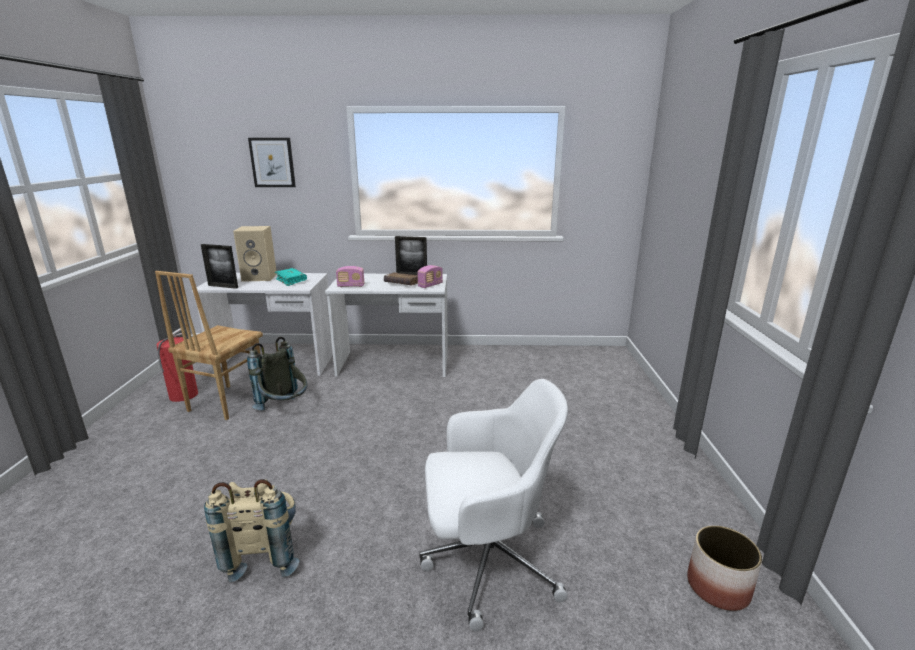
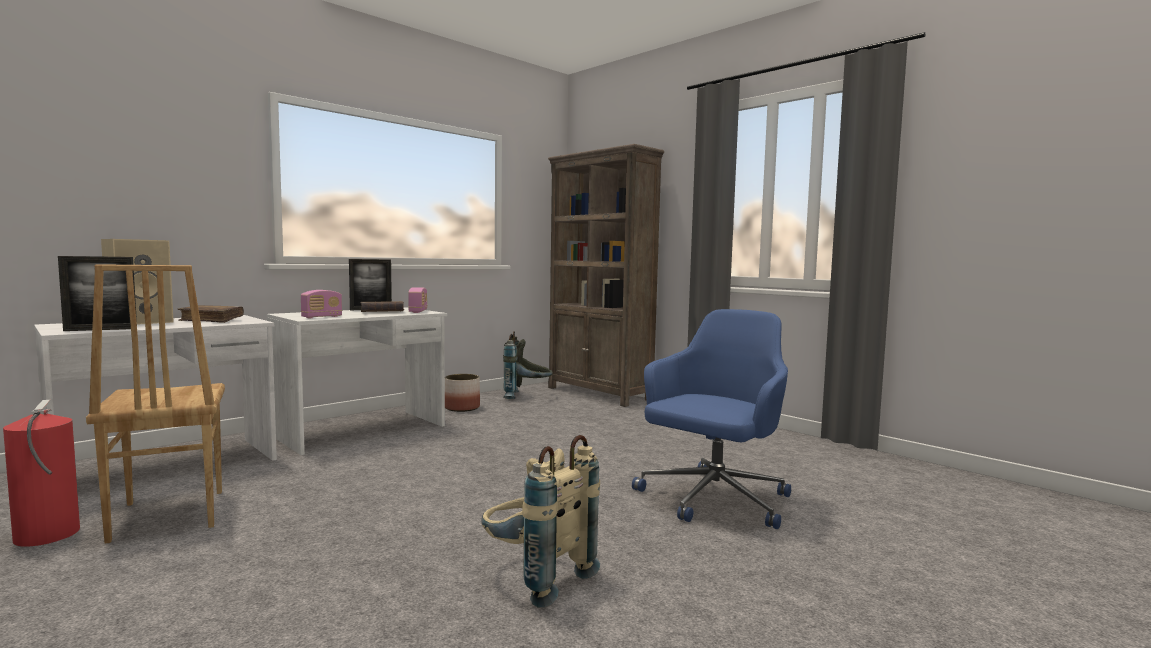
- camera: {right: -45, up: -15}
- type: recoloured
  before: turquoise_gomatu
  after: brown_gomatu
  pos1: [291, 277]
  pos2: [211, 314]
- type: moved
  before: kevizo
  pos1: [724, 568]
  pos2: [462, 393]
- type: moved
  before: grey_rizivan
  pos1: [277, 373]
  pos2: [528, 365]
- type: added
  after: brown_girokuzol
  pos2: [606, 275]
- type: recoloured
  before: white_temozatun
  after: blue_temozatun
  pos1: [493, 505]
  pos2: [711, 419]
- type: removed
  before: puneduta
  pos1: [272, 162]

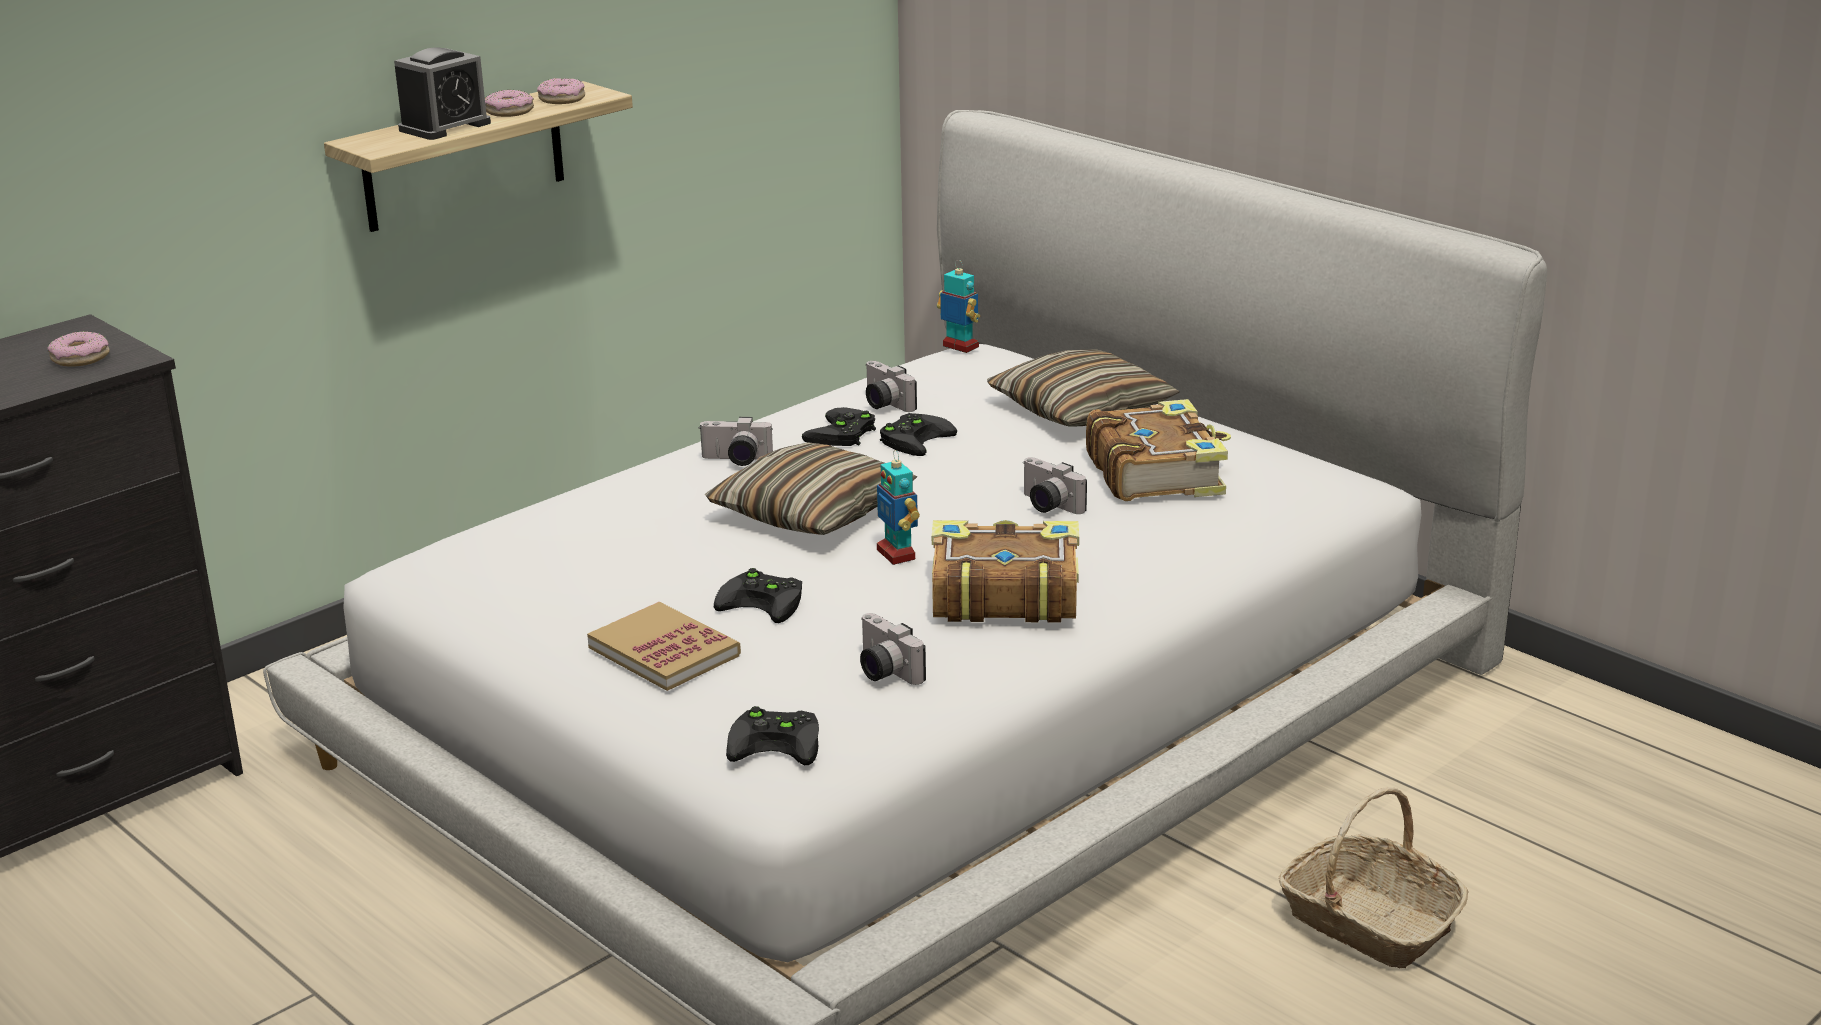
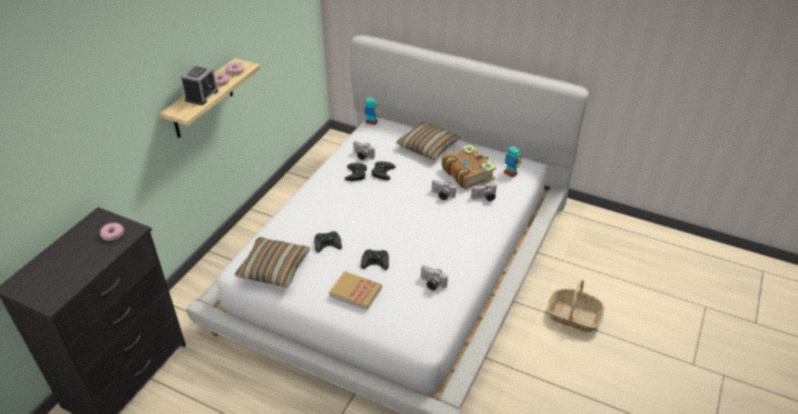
- camera: {right: -20, up: 15}
- type: moved
  before: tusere
  pos1: [811, 488]
  pos2: [272, 262]
- type: moved
  before: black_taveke
  pos1: [772, 735]
  pos2: [328, 242]
- type: moved
  before: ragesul
  pos1: [736, 441]
  pos2: [484, 191]
- type: moved
  before: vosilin
  pos1: [898, 507]
  pos2: [512, 162]
- type: removed
  before: gomatu
  pos1: [1005, 571]

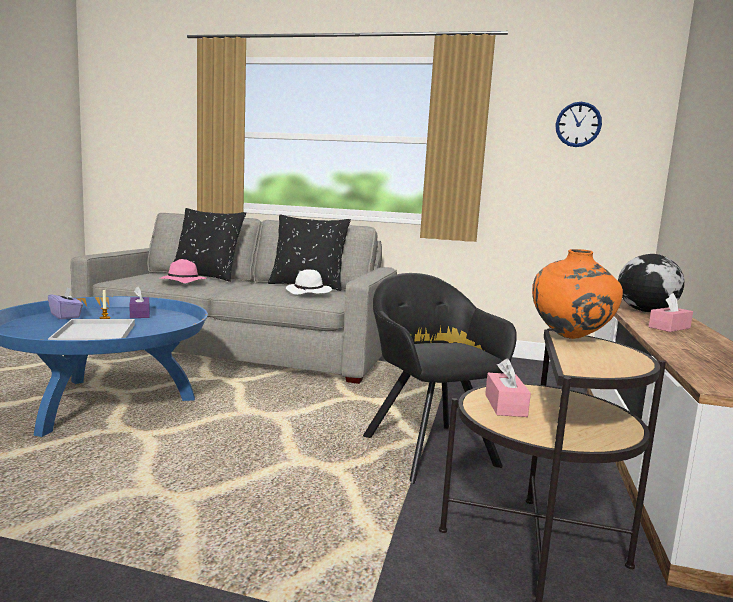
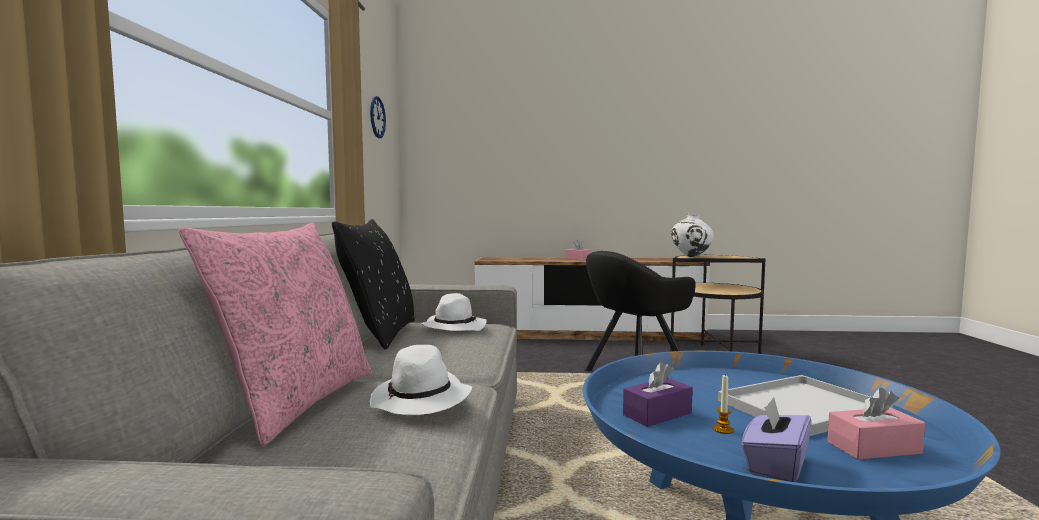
- camera: {right: -100, up: -5}
- type: recoloured
  before: black_tusere
  after: pink_tusere
  pos1: [210, 245]
  pos2: [275, 334]
- type: recoloured
  before: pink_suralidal
  after: white_suralidal
  pos1: [183, 271]
  pos2: [421, 380]
- type: recoloured
  before: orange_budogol
  after: white_budogol
  pos1: [577, 294]
  pos2: [692, 235]
- type: moved
  before: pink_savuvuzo
  pos1: [508, 387]
  pos2: [876, 423]
- type: removed
  before: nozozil
  pos1: [651, 283]

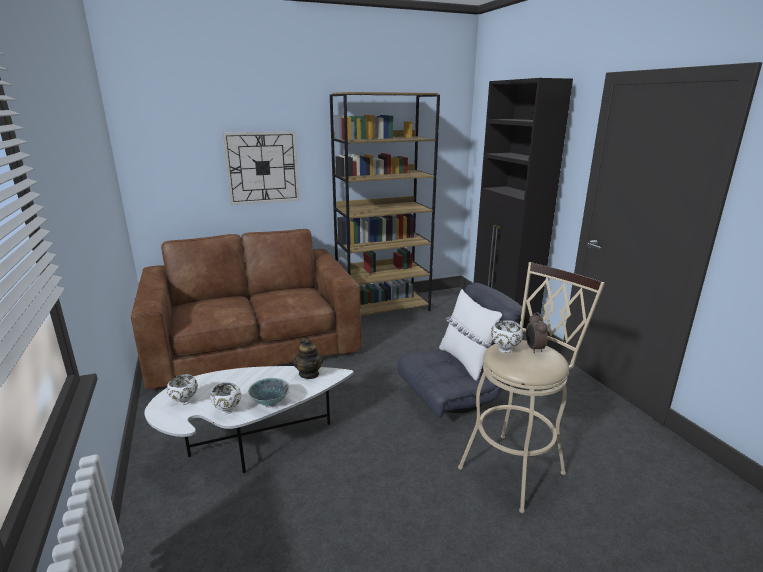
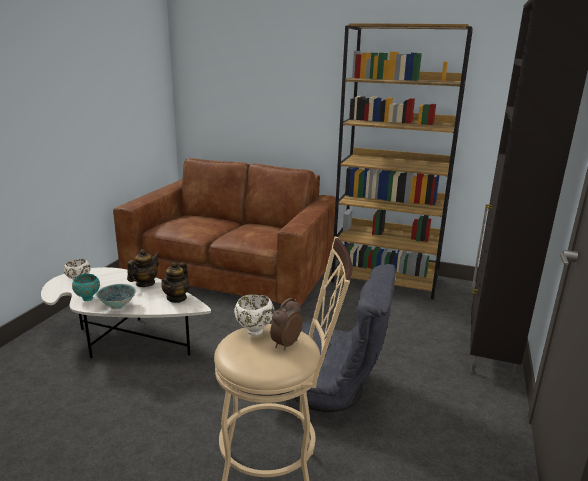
- camera: {right: 40, up: 0}
- type: recoloured
  before: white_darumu
  after: turquoise_darumu
  pos1: [225, 398]
  pos2: [86, 287]
- type: added
  after: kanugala
  pos2: [143, 268]
- type: removed
  before: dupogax
  pos1: [261, 168]
- type: removed
  before: white_tusere
  pos1: [470, 335]

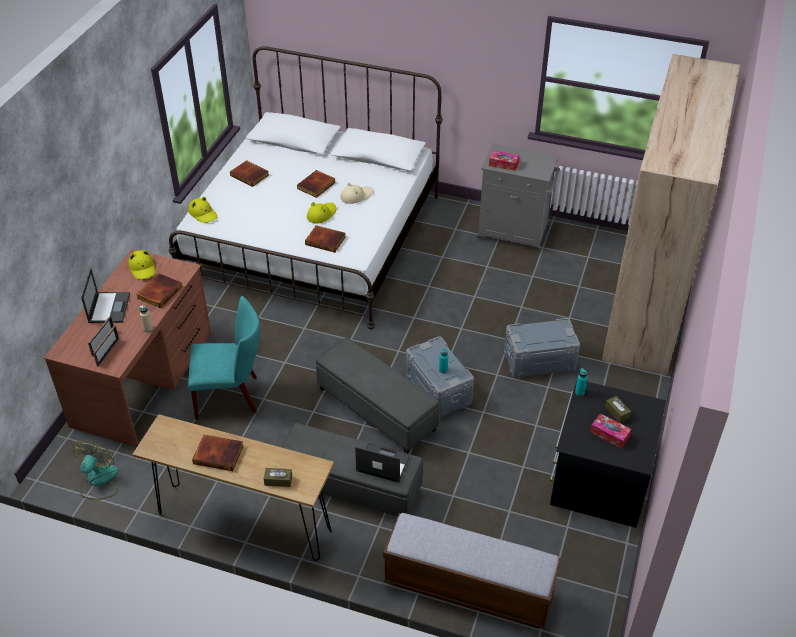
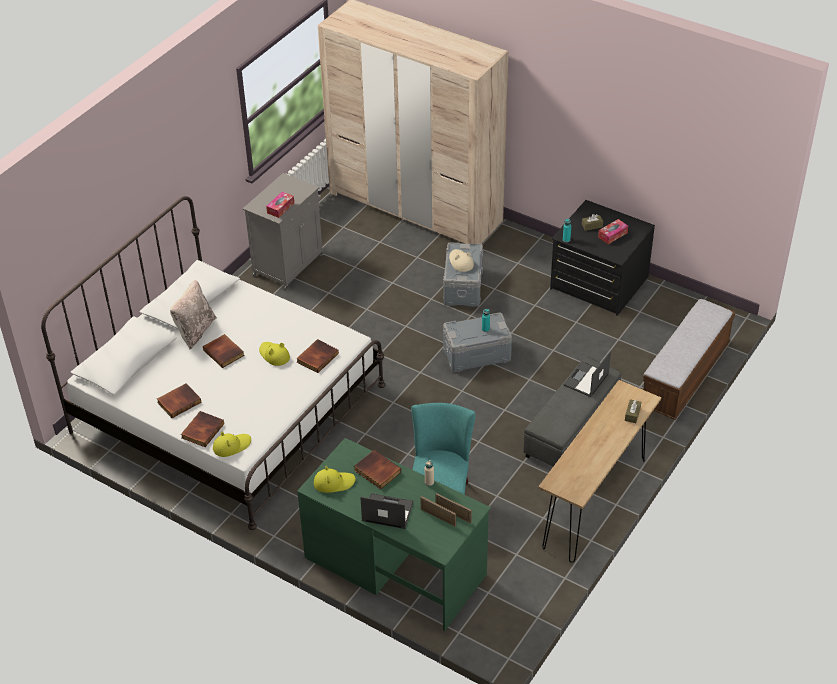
- camera: {right: -75, up: 0}
- type: added
  after: beige_tusere
  pos2: [193, 315]
- type: moved
  before: gomatu
  pos1: [218, 453]
  pos2: [202, 429]
- type: recoloured
  before: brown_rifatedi
  after: green_rifatedi
  pos1: [128, 348]
  pos2: [394, 534]
- type: moved
  before: beige_suralidal
  pos1: [356, 193]
  pos2: [461, 260]
- type: removed
  before: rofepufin
  pos1: [95, 470]
- type: removed
  before: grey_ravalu
  pos1: [378, 395]

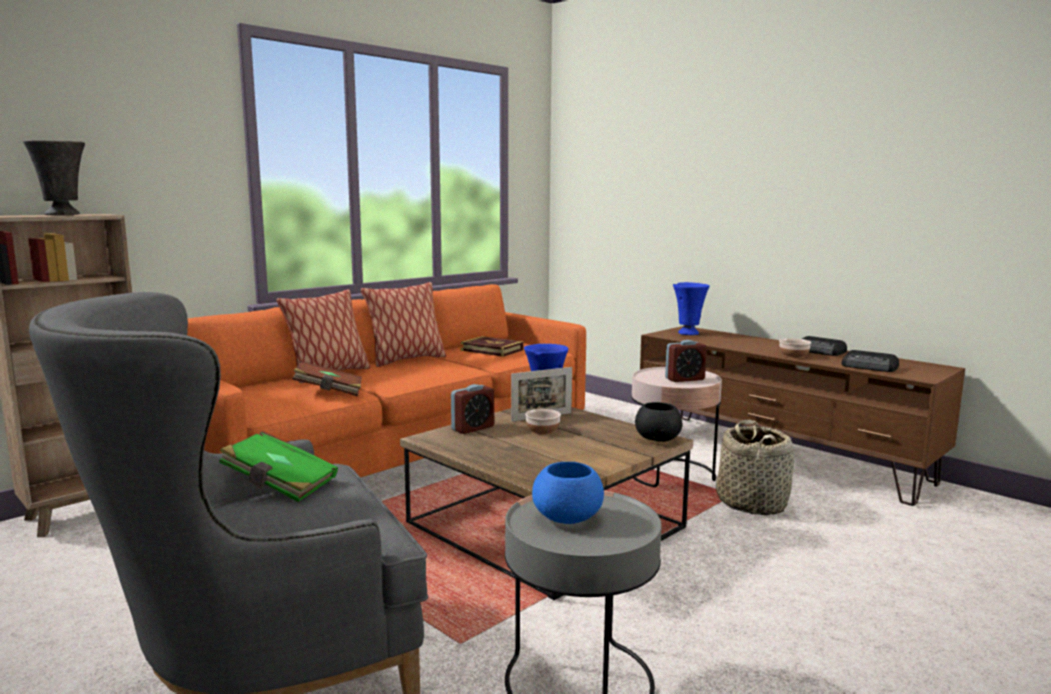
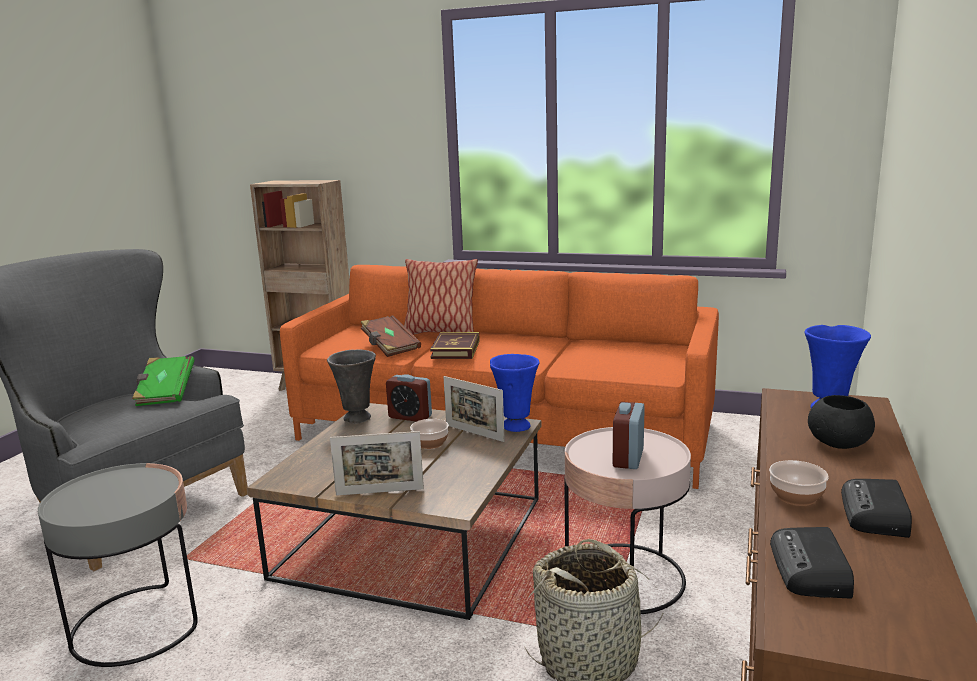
- camera: {right: 65, up: 5}
- type: moved
  before: grey_budogol
  pos1: [54, 178]
  pos2: [351, 386]
- type: added
  after: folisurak
  pos2: [377, 463]
- type: moved
  before: gomatu
  pos1: [492, 346]
  pos2: [455, 345]
- type: turned
  before: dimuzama
  pos1: [686, 361]
  pos2: [629, 435]
  turn: 60
- type: moved
  before: black_darumu
  pos1: [658, 422]
  pos2: [841, 422]
- type: removed
  before: tusere
  pos1: [403, 324]
- type: removed
  before: blue_darumu
  pos1: [568, 493]

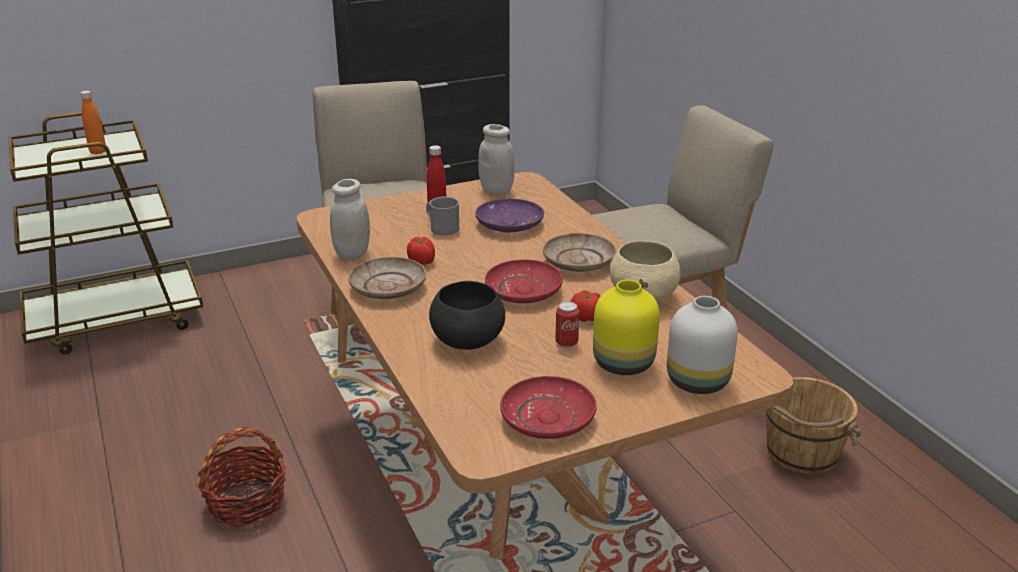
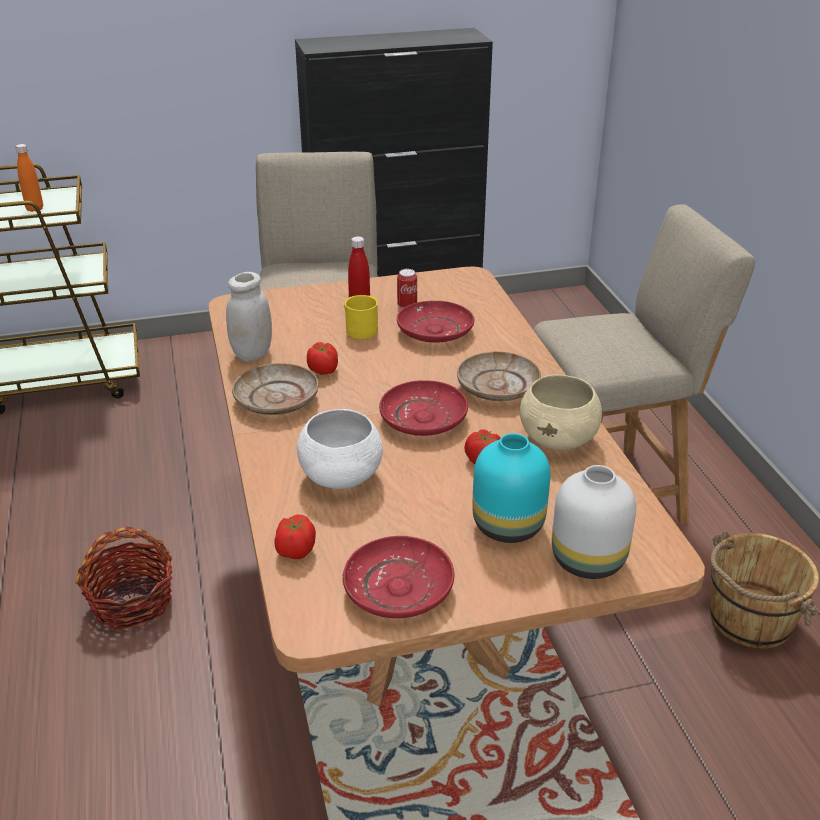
- camera: {right: 10, up: 5}
- type: added
  after: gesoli
  pos2: [295, 537]
- type: recoloured
  before: black_darumu
  after: white_darumu
  pos1: [467, 315]
  pos2: [340, 449]
- type: recoloured
  before: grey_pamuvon
  after: yellow_pamuvon
  pos1: [442, 215]
  pos2: [361, 317]
- type: moved
  before: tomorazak
  pos1: [567, 324]
  pos2: [407, 289]
- type: recoloured
  before: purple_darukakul
  after: red_darukakul
  pos1: [509, 215]
  pos2: [435, 322]
- type: recoloured
  before: yellow_budogol
  after: turquoise_budogol
  pos1: [626, 327]
  pos2: [511, 488]
- type: removed
  before: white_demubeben
  pos1: [496, 159]

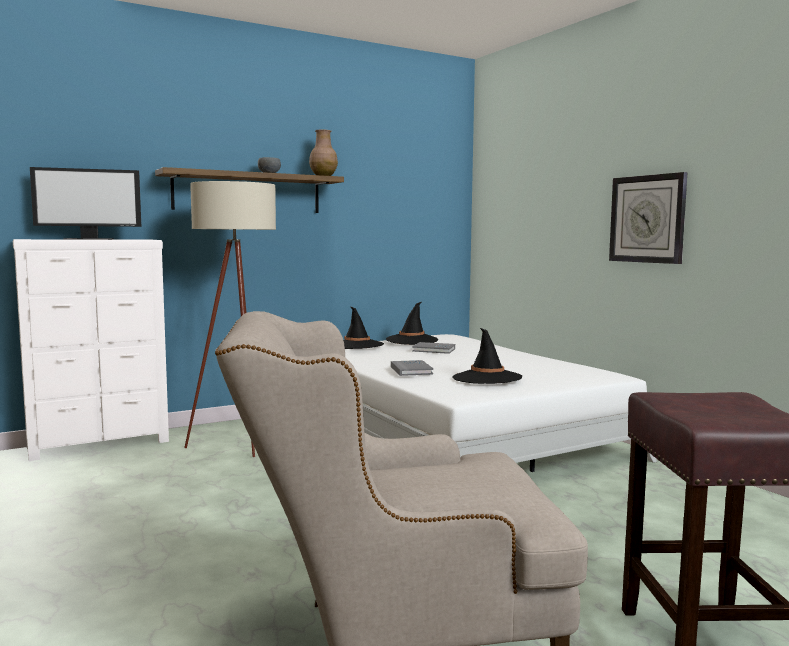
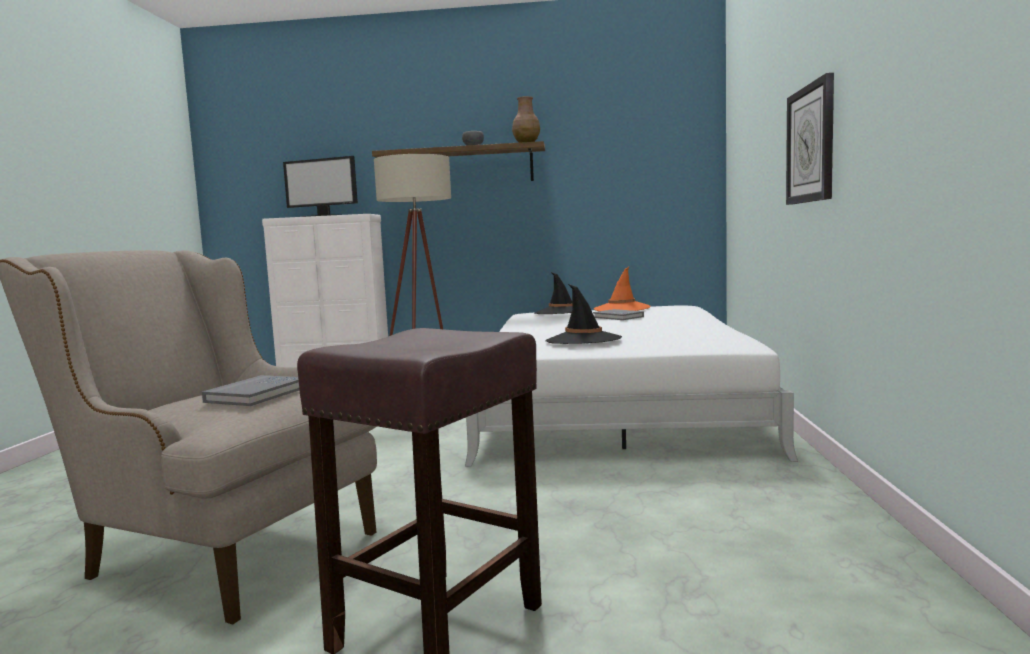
- camera: {right: 35, up: 0}
- type: moved
  before: grey_gomatu
  pos1: [412, 368]
  pos2: [250, 390]
- type: recoloured
  before: black_suralidal
  after: orange_suralidal
  pos1: [412, 323]
  pos2: [622, 289]

